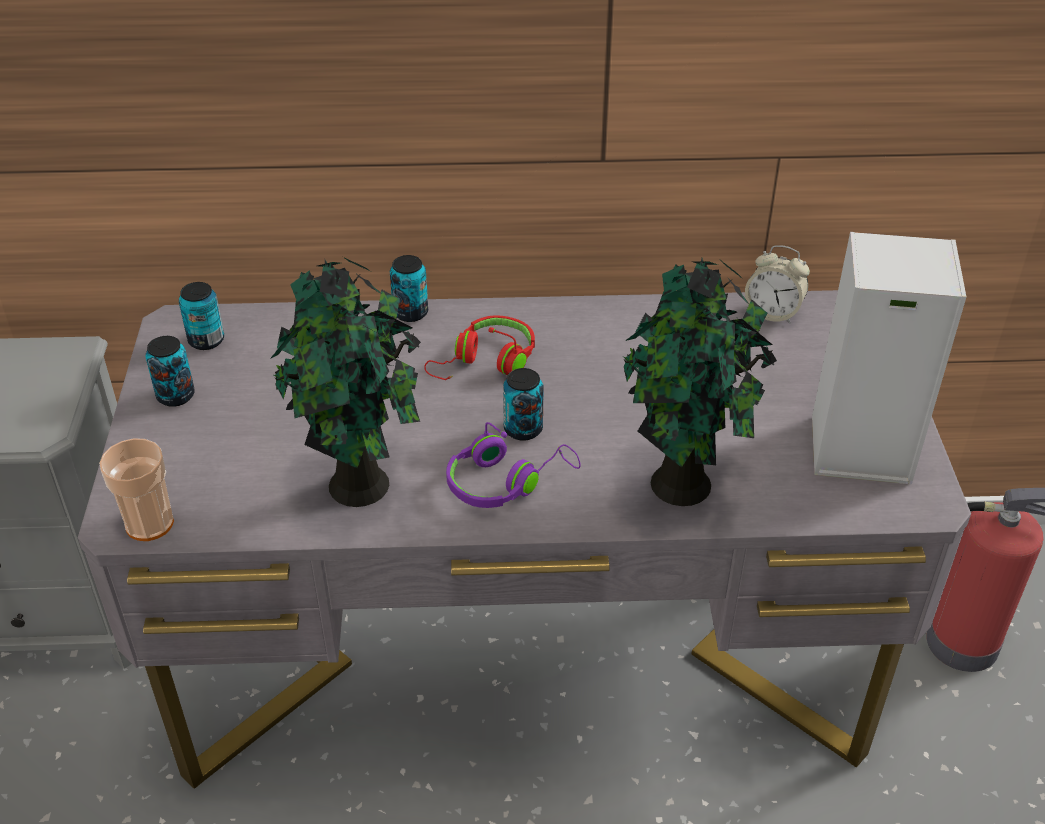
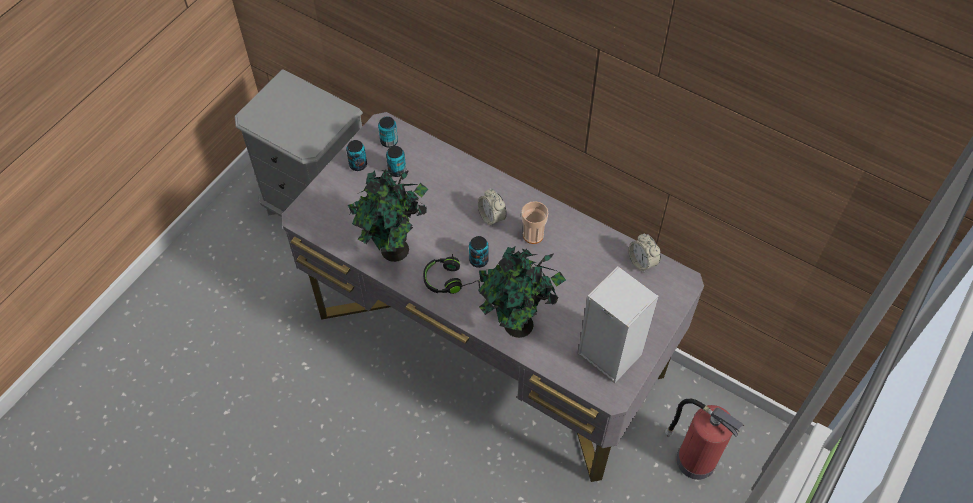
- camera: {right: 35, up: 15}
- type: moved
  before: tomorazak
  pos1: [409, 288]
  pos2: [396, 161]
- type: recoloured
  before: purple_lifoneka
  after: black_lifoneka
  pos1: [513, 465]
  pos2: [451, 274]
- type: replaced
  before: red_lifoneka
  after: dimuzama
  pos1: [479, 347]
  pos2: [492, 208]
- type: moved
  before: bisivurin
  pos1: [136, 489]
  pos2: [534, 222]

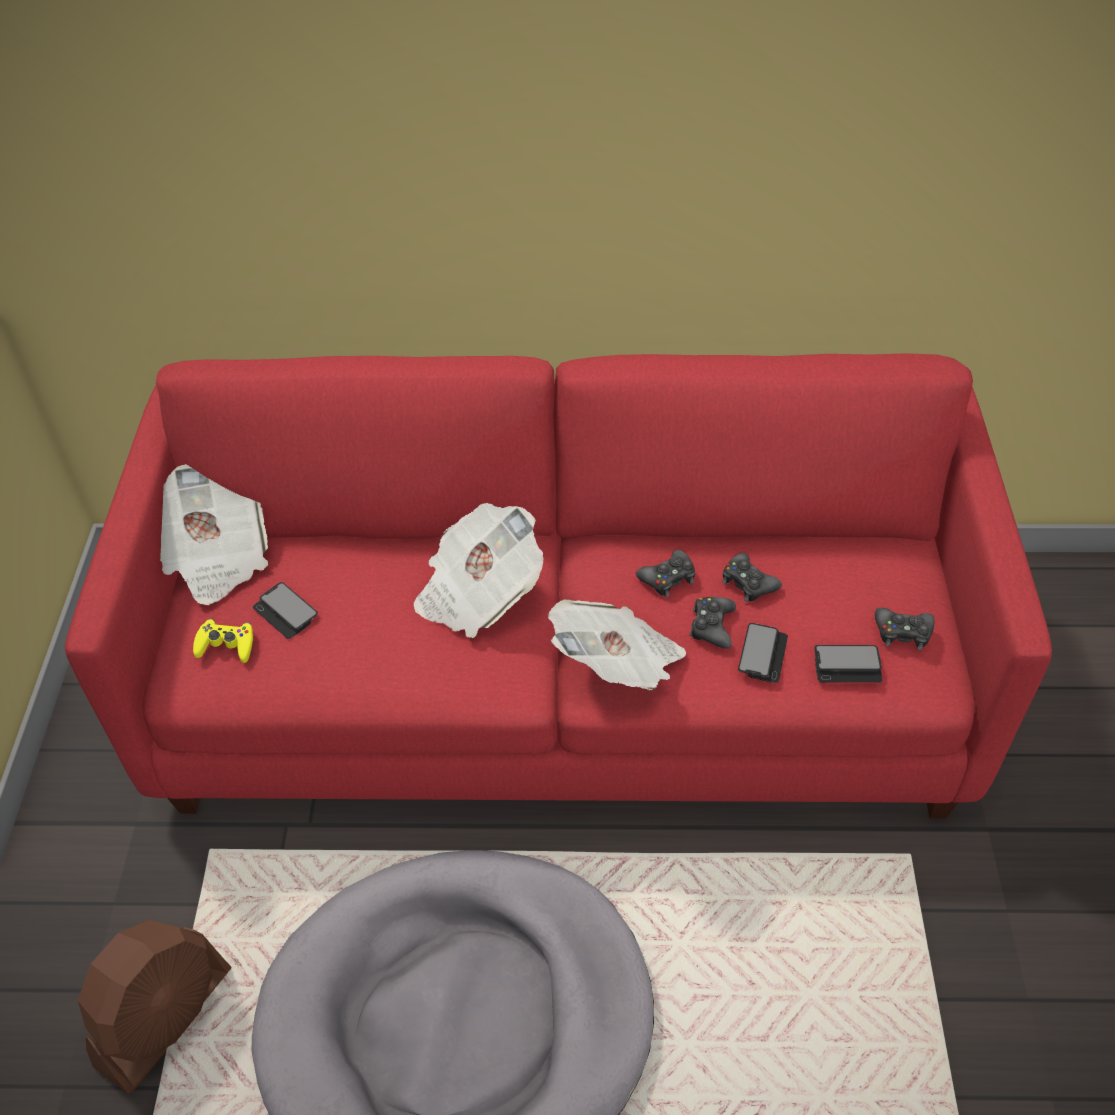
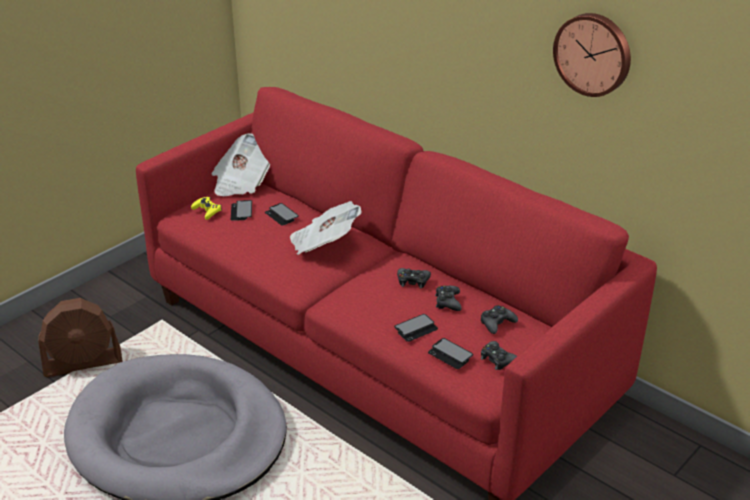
- camera: {right: 40, up: -15}
- type: added
  after: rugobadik
  pos2: [282, 214]
- type: moved
  before: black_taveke
  pos1: [712, 622]
  pos2: [499, 319]
- type: added
  after: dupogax
  pos2: [592, 55]
- type: removed
  before: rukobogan
  pos1: [617, 645]

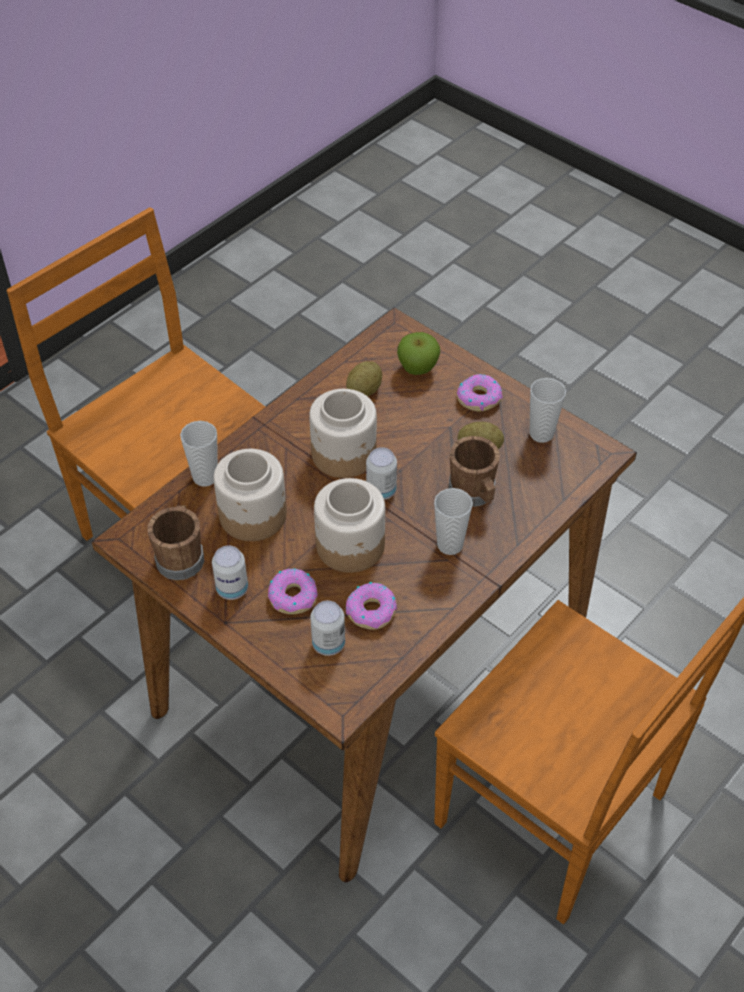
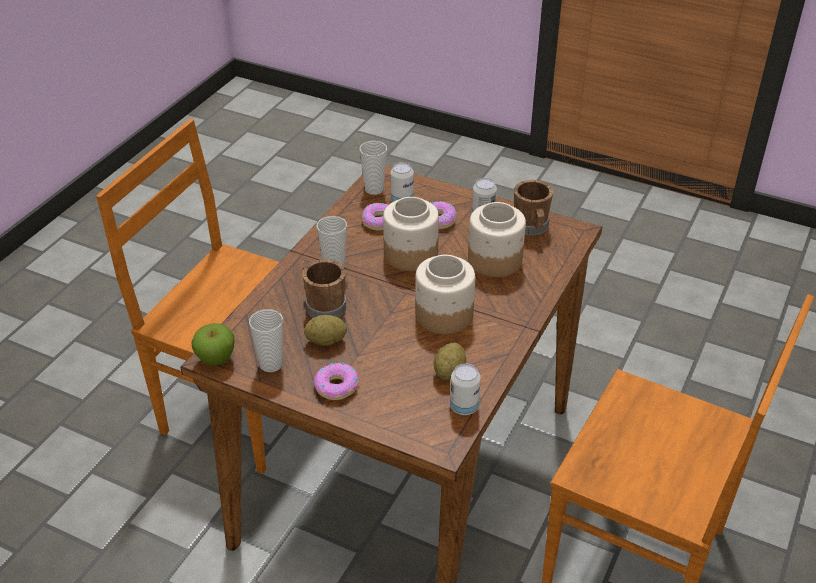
- camera: {right: 165, up: -10}
- type: moved
  before: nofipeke
  pos1: [418, 353]
  pos2: [213, 344]
- type: moved
  before: bisivurin
  pos1: [199, 454]
  pos2: [373, 168]
- type: moved
  before: tomorazak
  pos1: [381, 473]
  pos2: [465, 389]

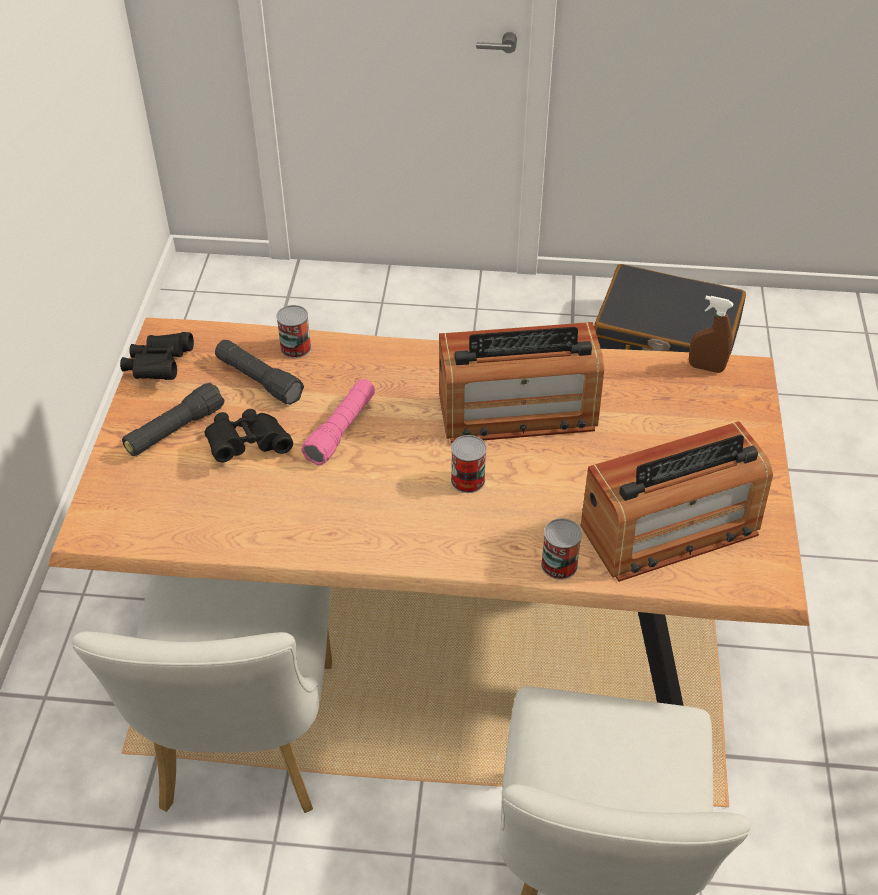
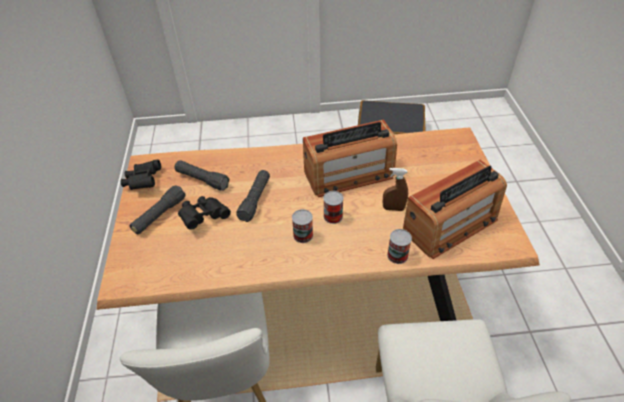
- camera: {right: -10, up: 0}
- type: recoloured
  before: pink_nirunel
  after: black_nirunel
  pos1: [338, 422]
  pos2: [253, 196]
- type: moved
  before: tomorazak
  pos1: [293, 331]
  pos2: [302, 226]
- type: moved
  before: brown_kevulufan
  pos1: [711, 334]
  pos2: [395, 189]

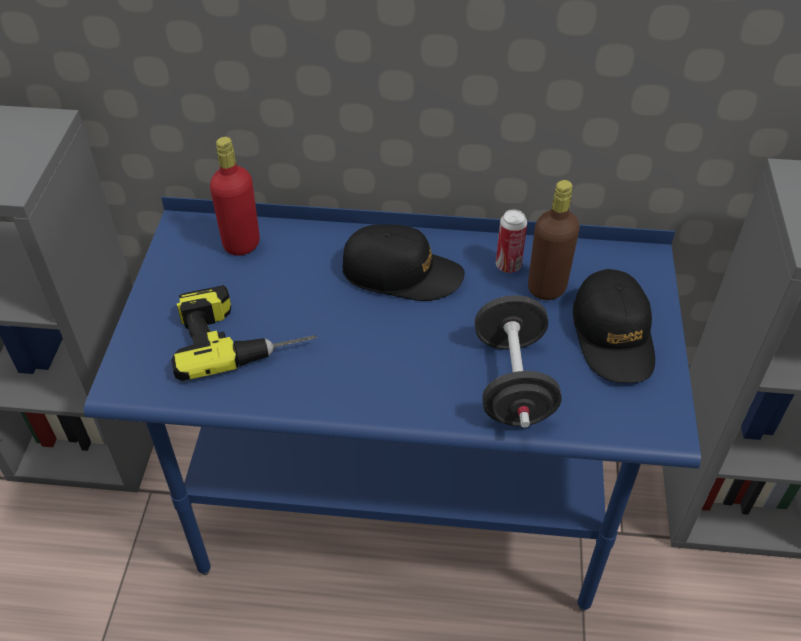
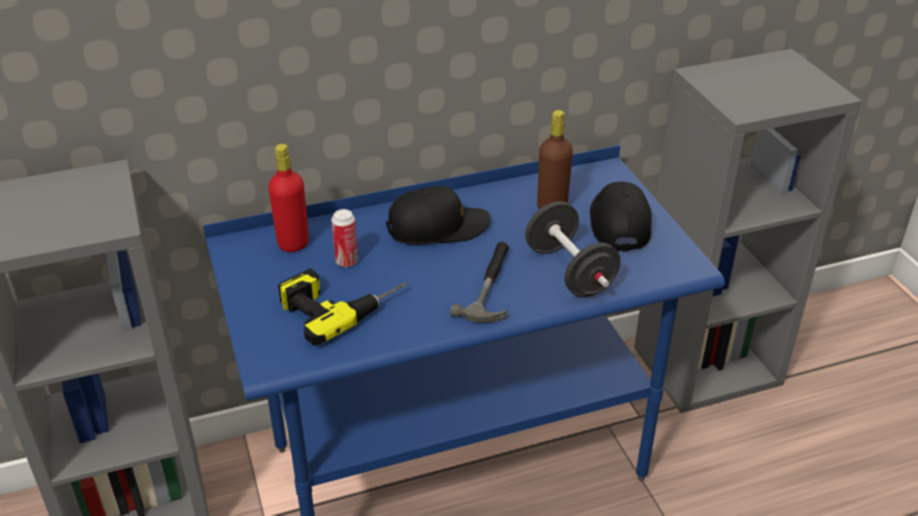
- camera: {right: -25, up: -10}
- type: moved
  before: tomorazak
  pos1: [511, 241]
  pos2: [344, 238]
- type: added
  after: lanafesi
  pos2: [479, 282]
- type: turned
  before: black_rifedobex
  pos1: [614, 326]
  pos2: [621, 217]
  turn: -150

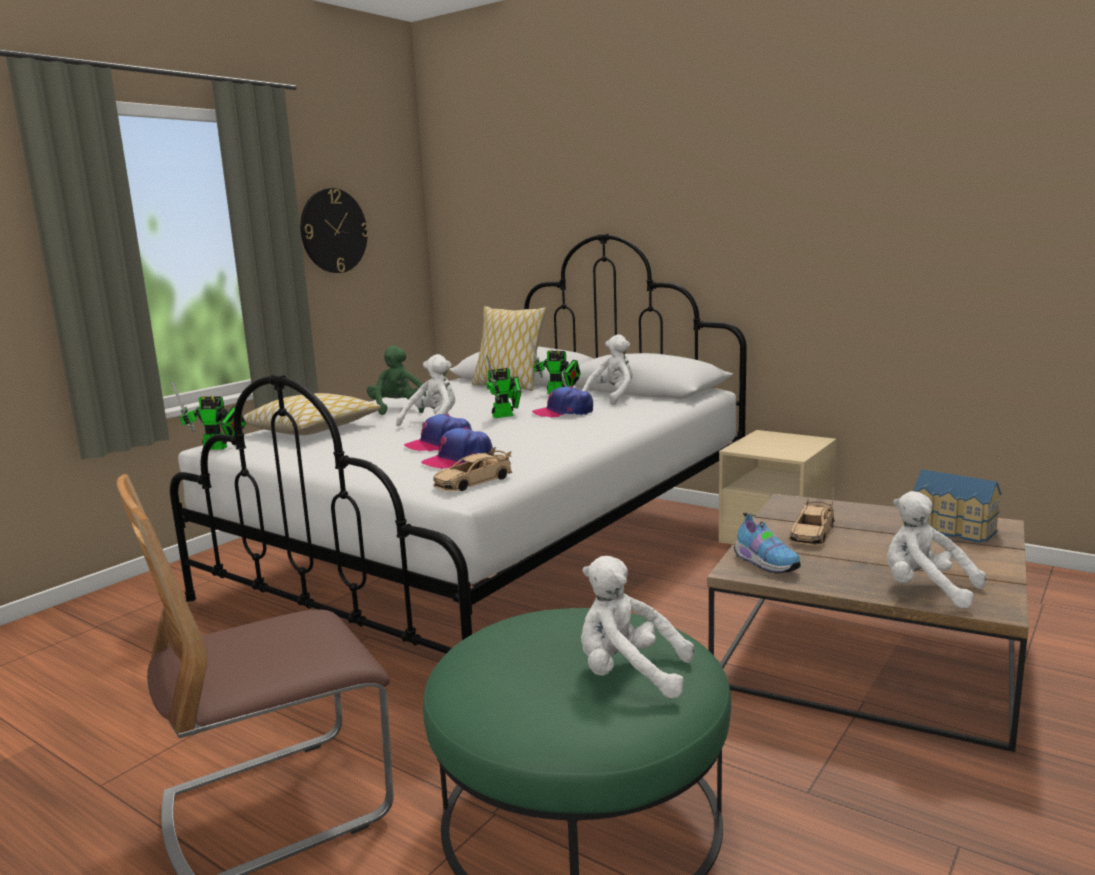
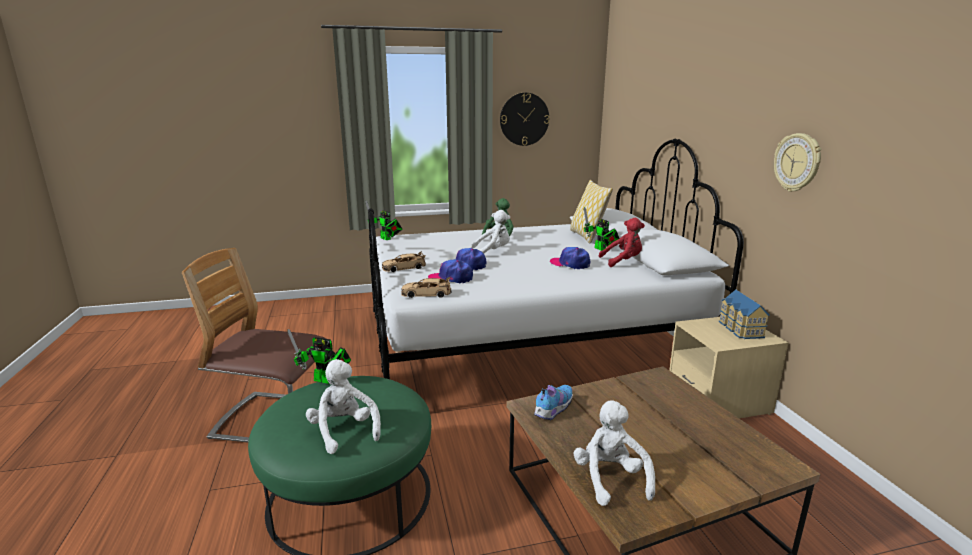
- camera: {right: 40, up: 5}
- type: moved
  before: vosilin
  pos1: [503, 386]
  pos2: [319, 356]
- type: moved
  before: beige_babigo
  pos1: [811, 522]
  pos2: [404, 261]
- type: turned
  before: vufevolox
  pos1: [767, 543]
  pos2: [553, 402]
  turn: -150
- type: recoloured
  before: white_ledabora
  after: red_ledabora
  pos1: [607, 369]
  pos2: [622, 242]
- type: moved
  before: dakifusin
  pos1: [957, 506]
  pos2: [744, 314]
- type: added
  after: dupogax
  pos2: [797, 162]
- type: removed
  before: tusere
  pos1: [312, 414]

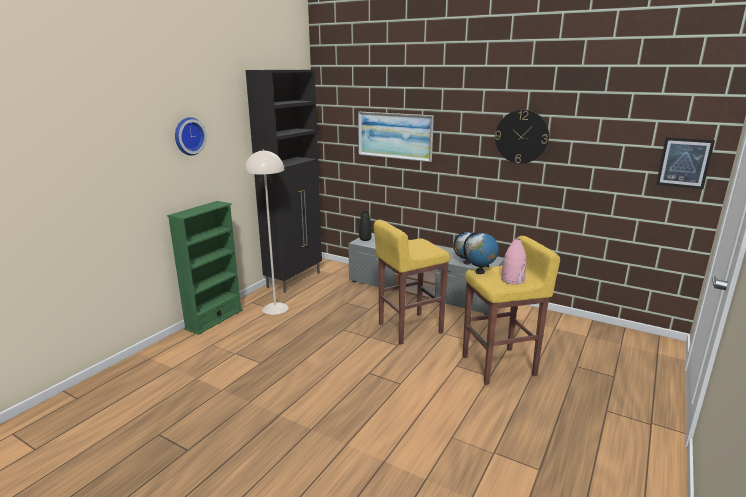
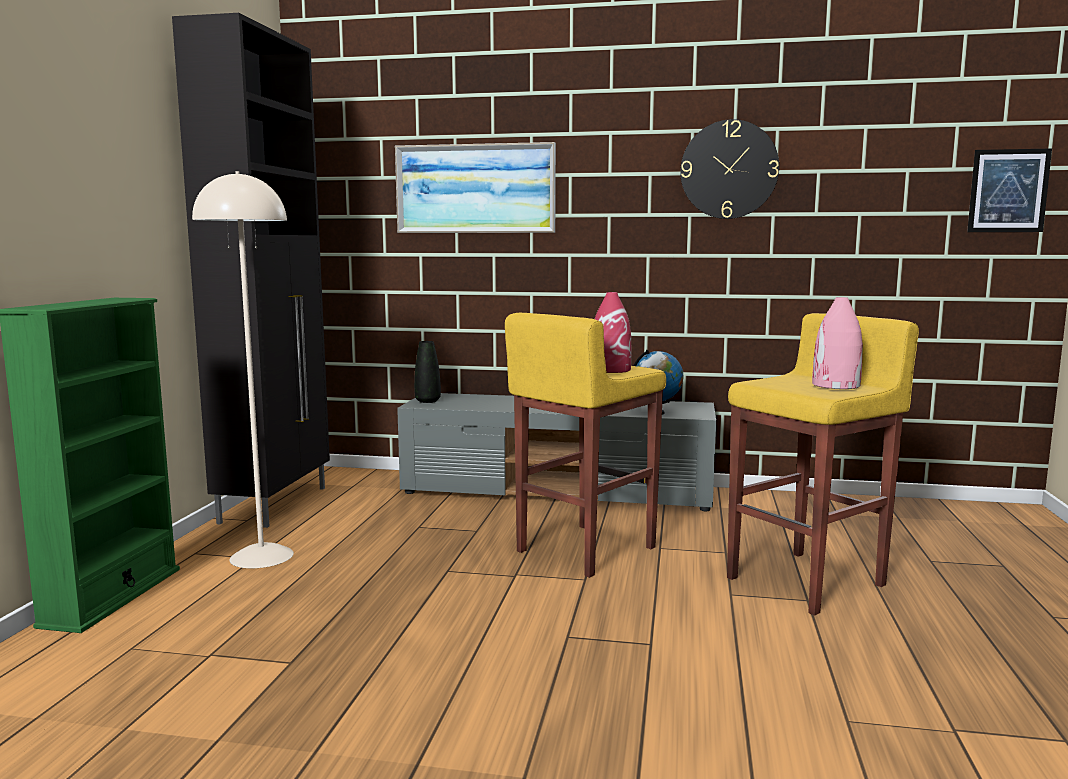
- camera: {right: -20, up: -10}
- type: added
  after: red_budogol
  pos2: [613, 332]
- type: removed
  before: dupogax
  pos1: [191, 136]
- type: removed
  before: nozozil
  pos1: [481, 253]

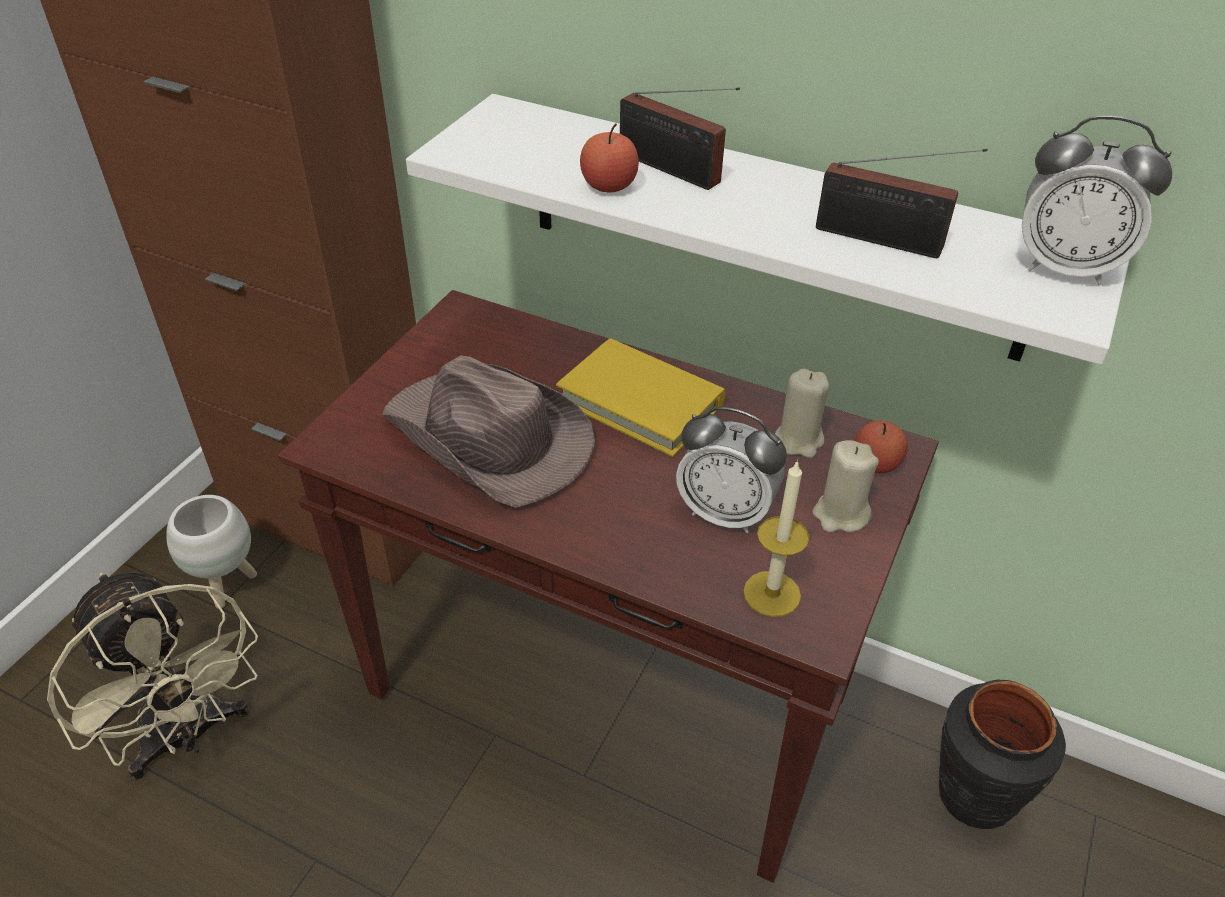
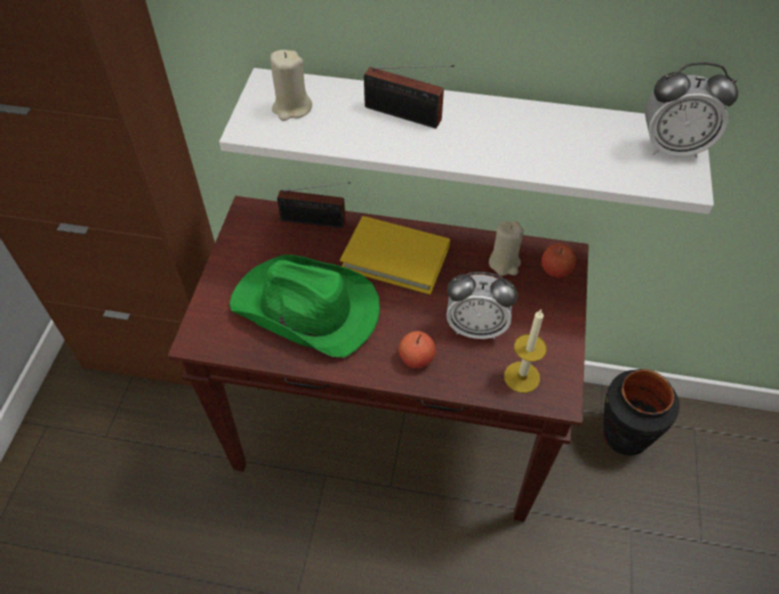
- camera: {right: -15, up: 10}
- type: recoloured
  before: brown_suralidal
  after: green_suralidal
  pos1: [488, 431]
  pos2: [304, 306]
- type: moved
  before: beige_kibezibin
  pos1: [845, 486]
  pos2: [291, 85]
- type: moved
  before: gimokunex
  pos1: [901, 203]
  pos2: [313, 205]
- type: moved
  before: nofipeke
  pos1: [609, 158]
  pos2: [417, 350]
- type: removed
  before: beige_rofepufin
  pos1: [152, 676]
- type: removed
  before: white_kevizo
  pos1: [211, 552]

